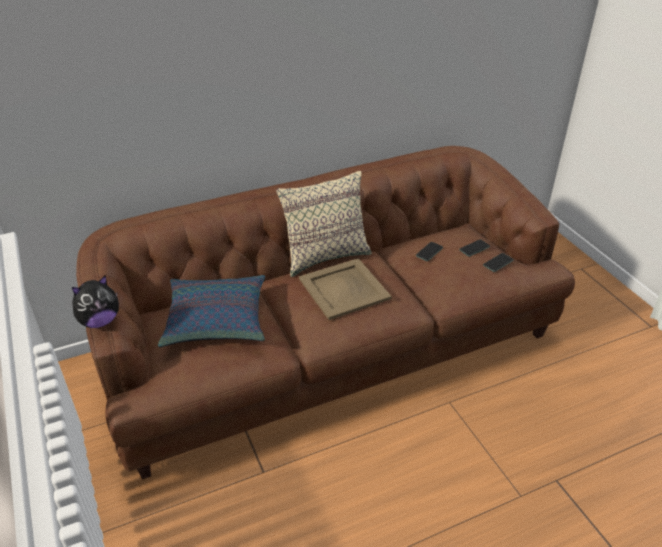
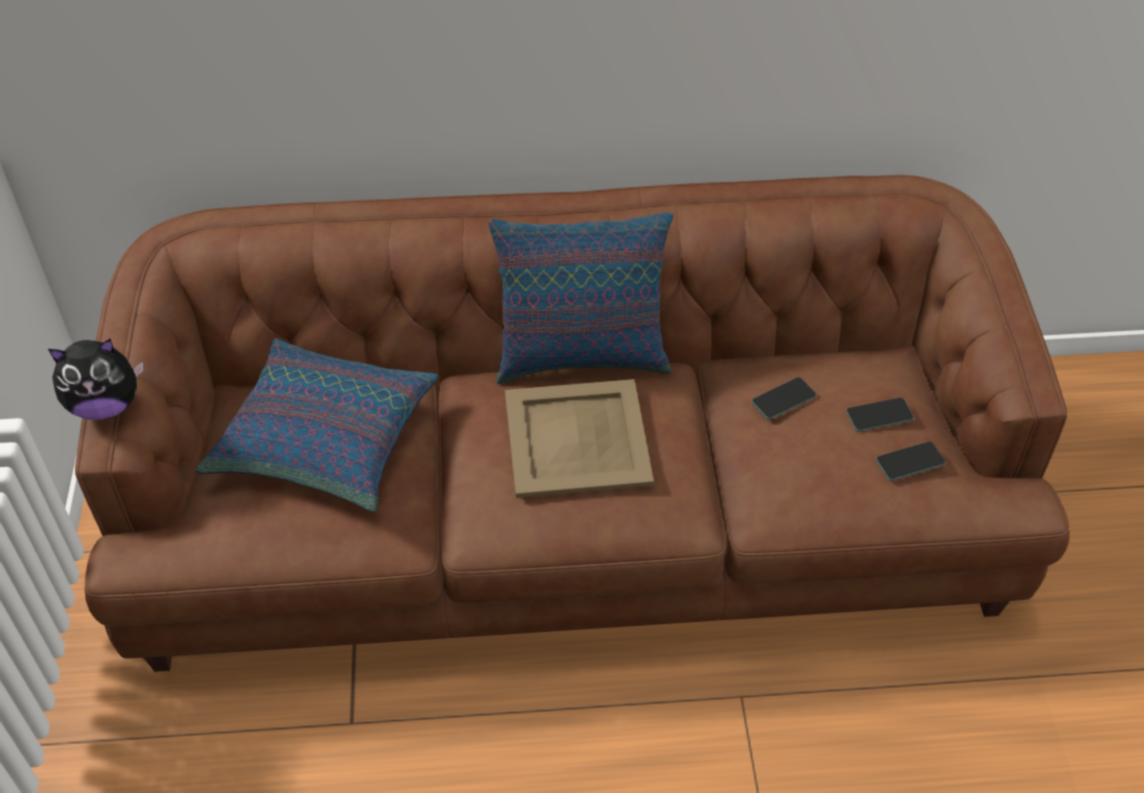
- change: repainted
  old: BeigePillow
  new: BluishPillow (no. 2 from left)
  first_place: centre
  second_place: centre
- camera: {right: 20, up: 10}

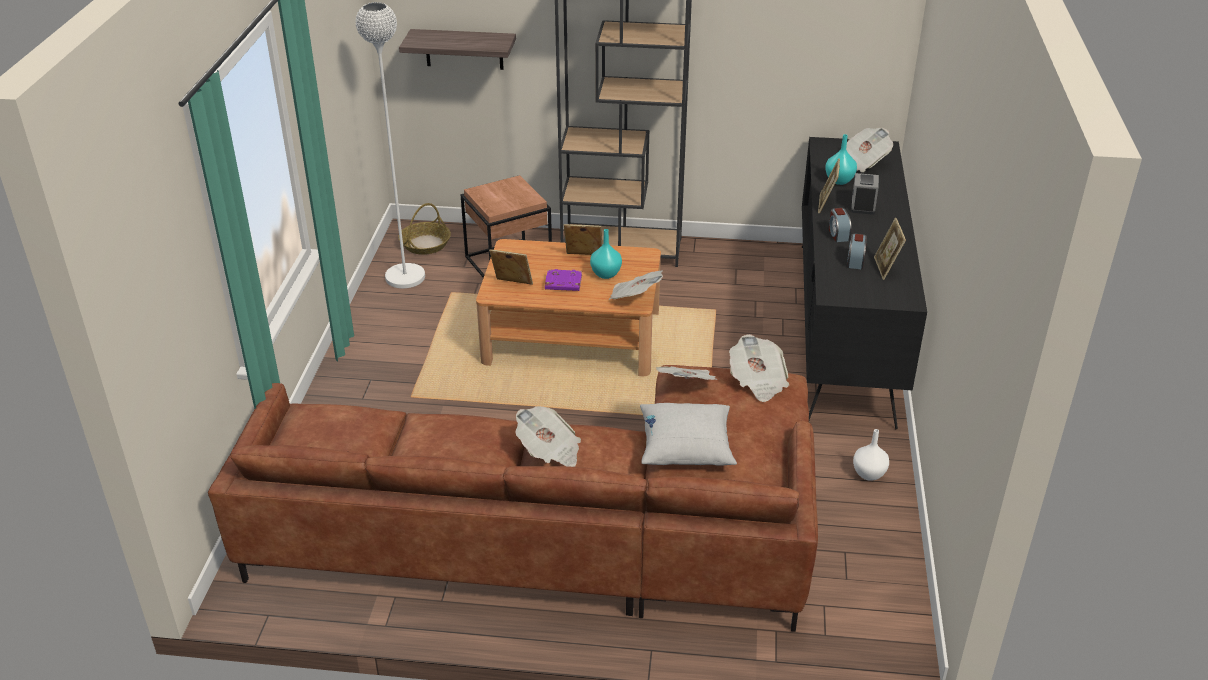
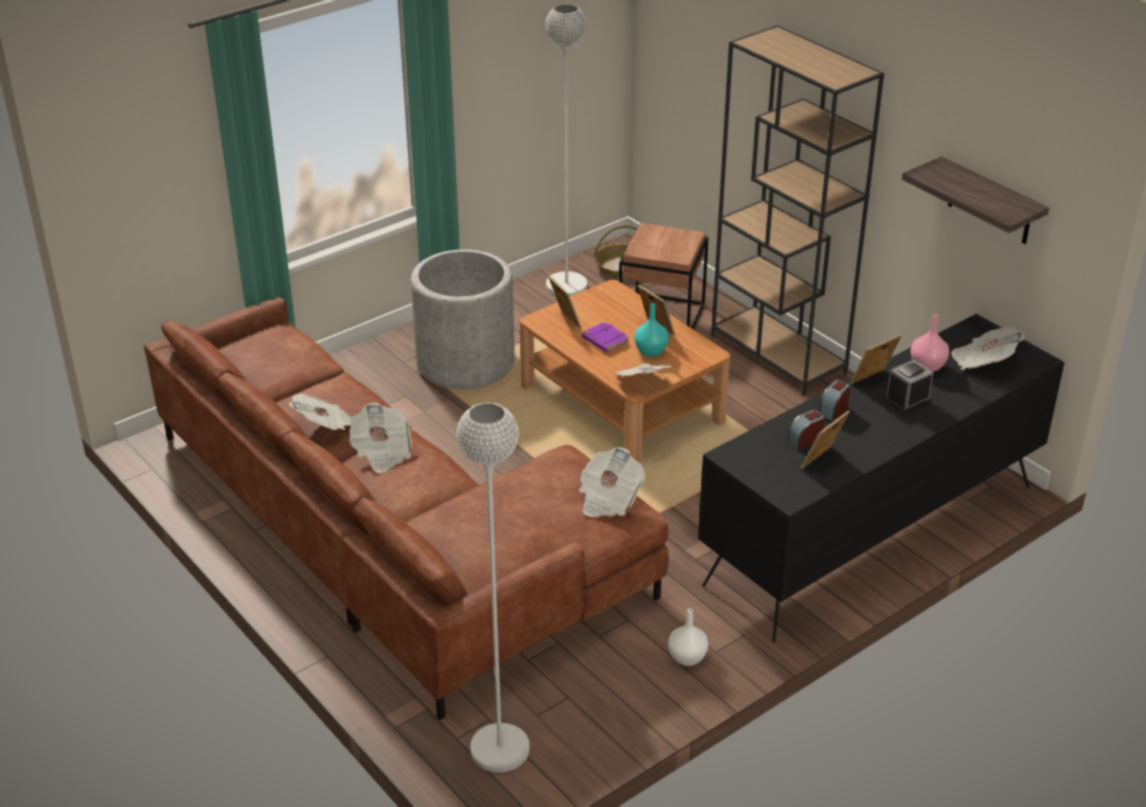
- change: shifted
  old: Shelf
  first_place: top centre
  second_place: top right
- change: repainted
  old: BlueGreenVase (no. 2 from left)
  new: PinkVase
  first_place: top right
  second_place: middle right
- change: shifted
  old: Newspaper (no. 3 from left in the first image)
  new: Newspaper (no. 1 from left)
  first_place: centre
  second_place: middle left
- change: gone
  old: GrayPillow
  first_place: centre
- change: new
  new: GrayPlanter
  second_place: centre
- change: new
  new: WhiteStandardLamp (no. 1 from left)
  second_place: bottom centre
- camera: {right: 45, up: 0}

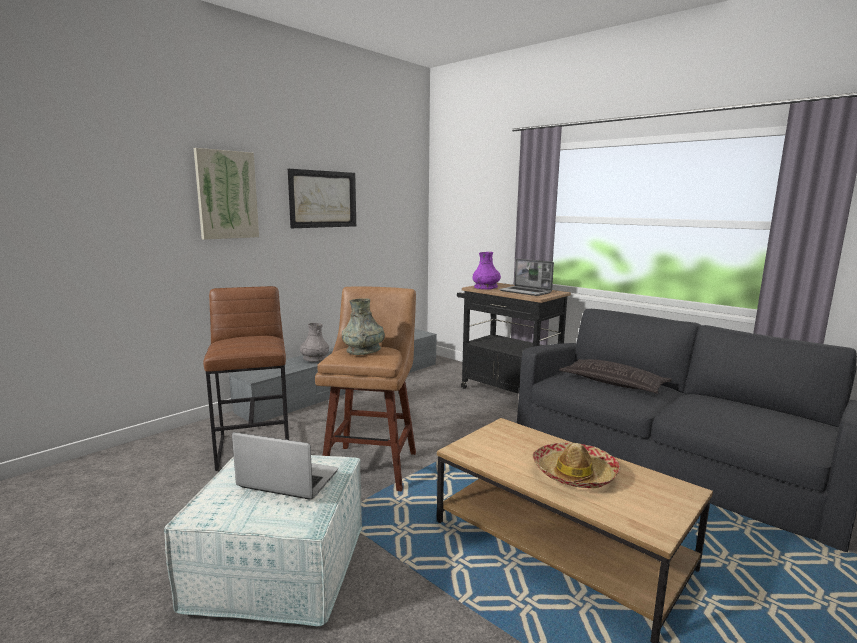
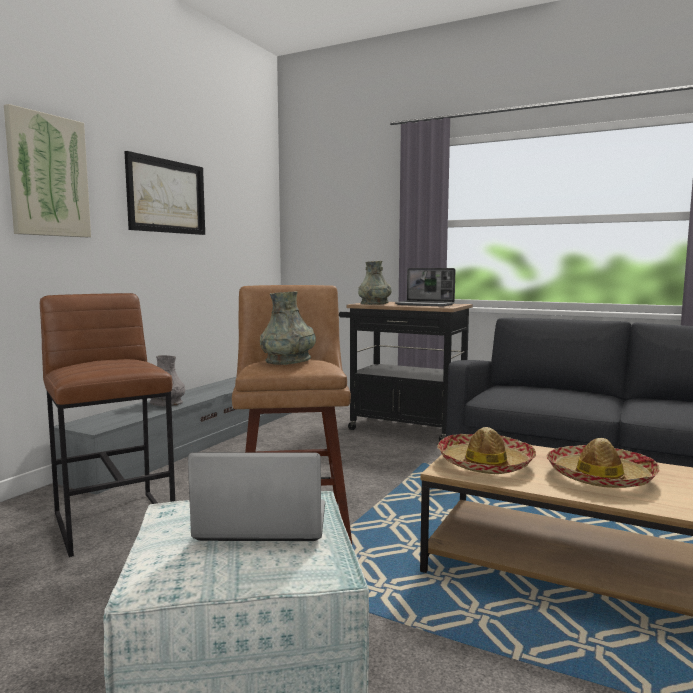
- change: repainted
  old: PurplishVase
  new: GrayVase (no. 3 from left)
  first_place: centre
  second_place: centre
- change: gone
  old: Pillow
  first_place: middle right
- change: new
  new: WearableHat (no. 1 from left)
  second_place: middle right
- camera: {right: -15, up: -5}

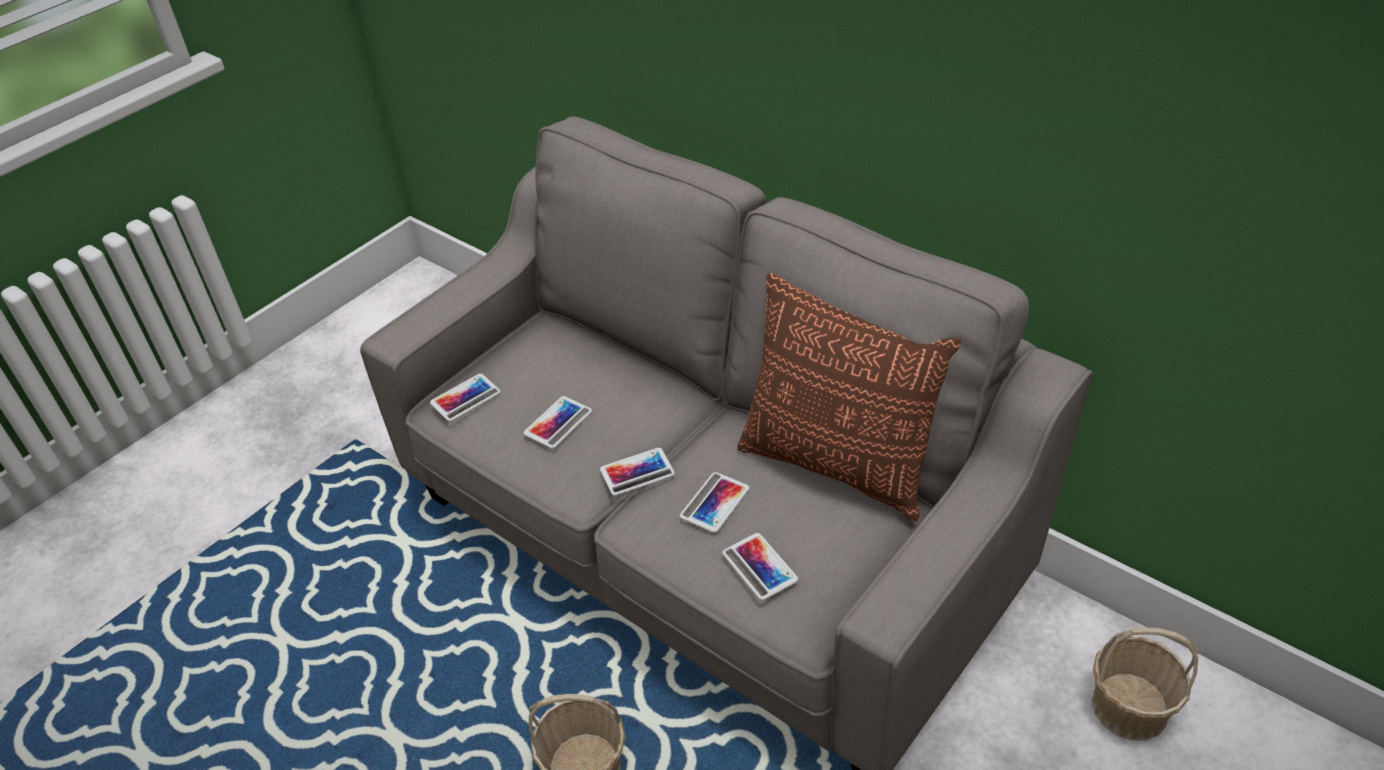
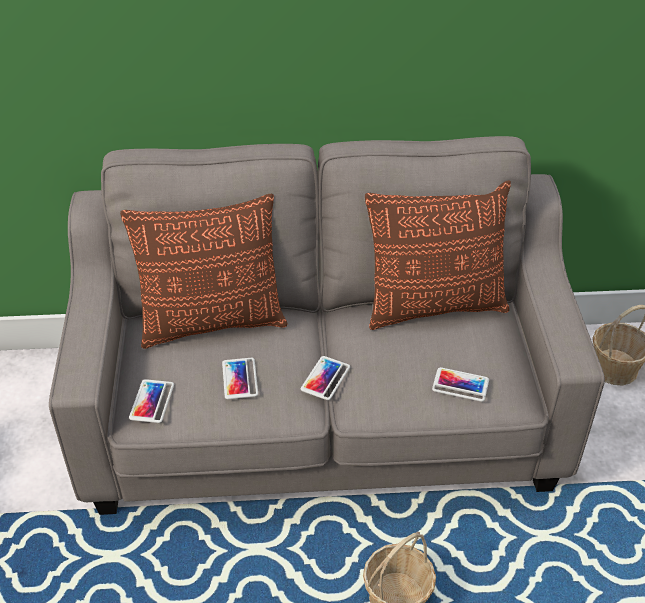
- change: gone
  old: Telephone (no. 4 from left)
  first_place: centre
- change: new
  new: BrownishPillow (no. 1 from left)
  second_place: middle left
- camera: {right: -45, up: 0}

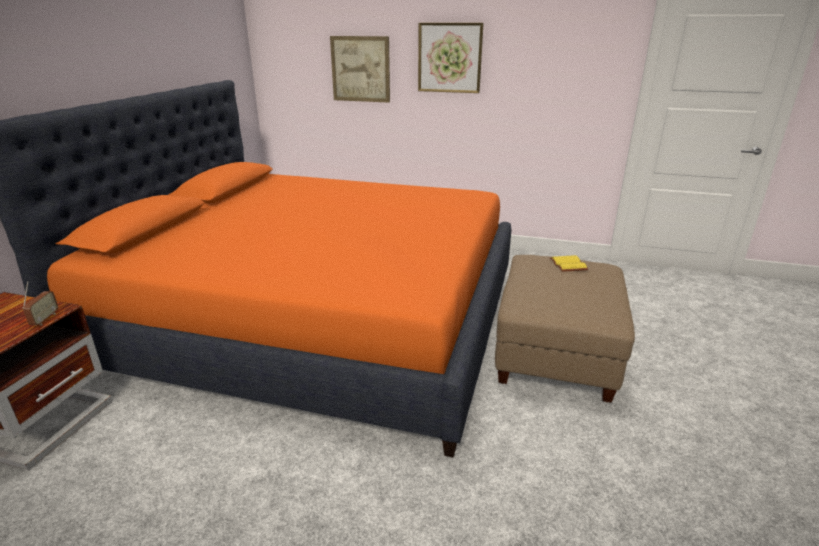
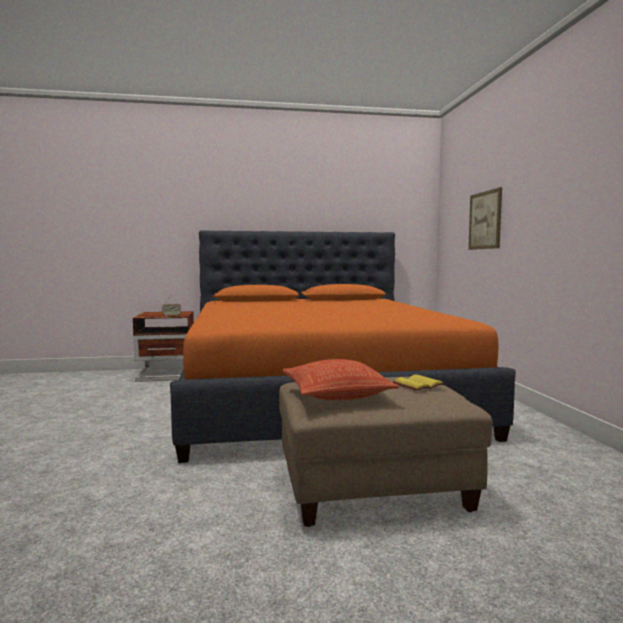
- change: gone
  old: WallPicture (no. 2 from left)
  first_place: top centre
- change: new
  new: OrangePillow
  second_place: centre
- camera: {right: 65, up: -20}

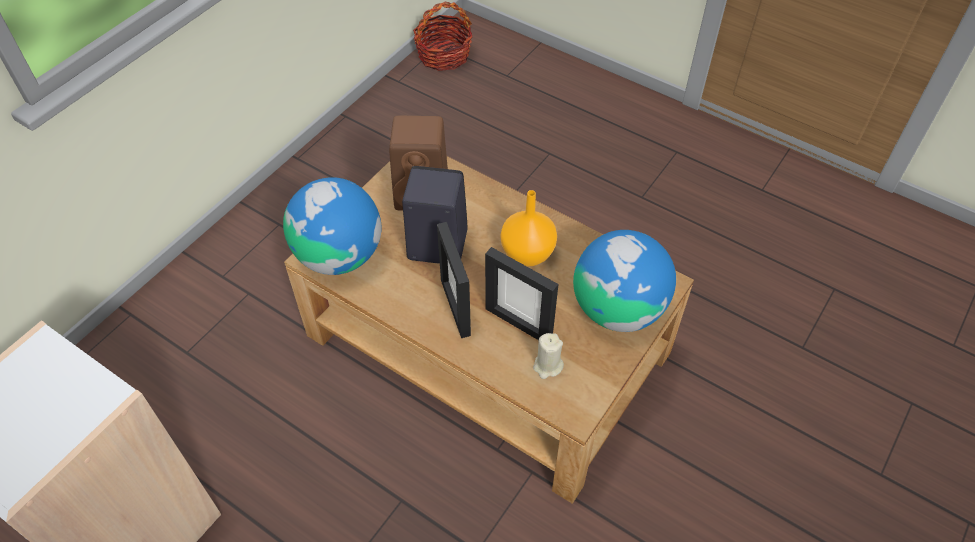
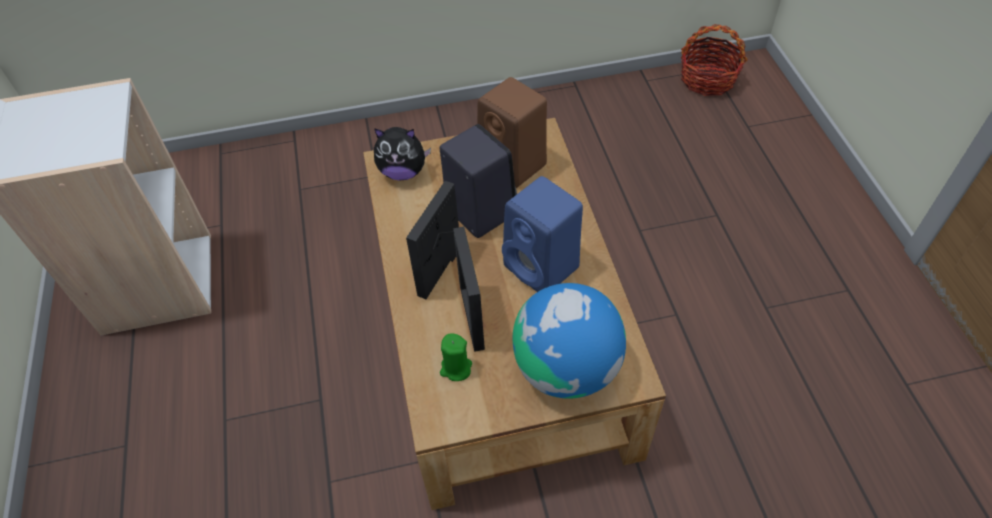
- change: swapped
  old: Globe (no. 1 from left)
  new: PlushToy
  first_place: centre
  second_place: top centre
- change: swapped
  old: OrangeVase
  new: BluishAudioSpeaker
  first_place: centre
  second_place: centre
- change: repainted
  old: BeigeCandle
  new: GreenishCandle
  first_place: centre
  second_place: bottom centre
- camera: {right: 45, up: 0}

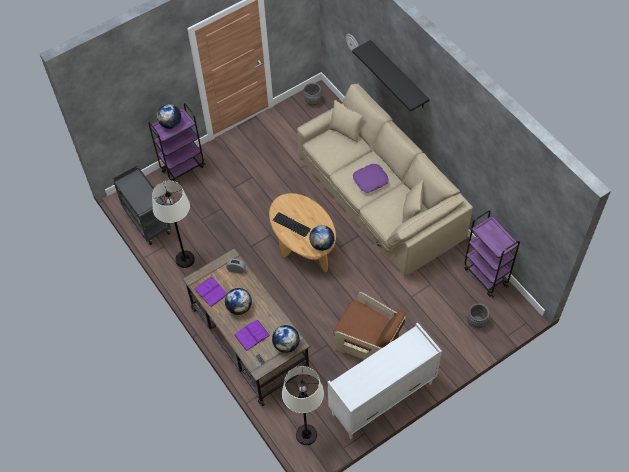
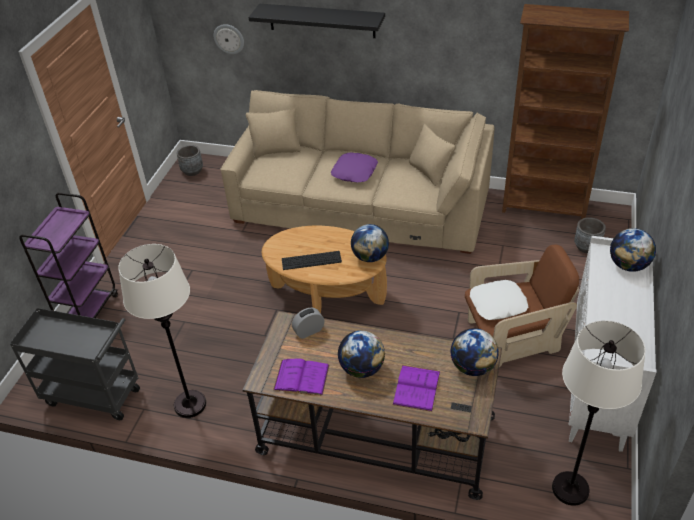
- change: shifted
  old: Globe (no. 1 from left in the first image)
  new: Globe (no. 4 from left)
  first_place: top left
  second_place: middle right
- change: swapped
  old: PurplishWheeledCart (no. 2 from left)
  new: BrownishShelvingUnit
  first_place: middle right
  second_place: top right
- change: new
  new: WhitePillow
  second_place: middle right
- camera: {right: -40, up: -15}

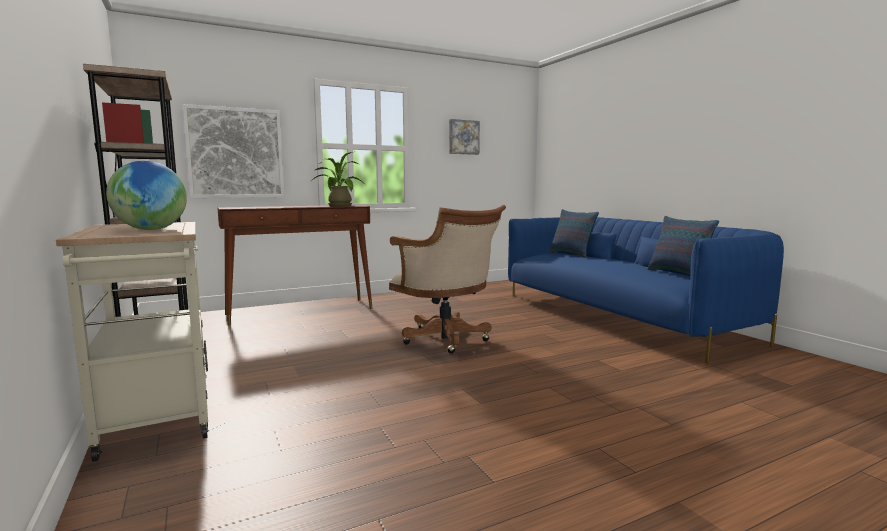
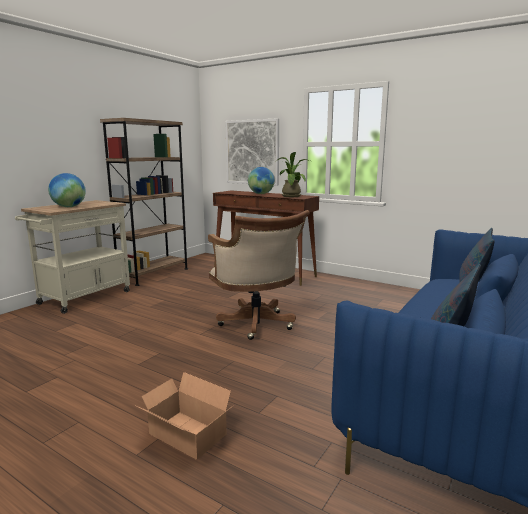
- change: gone
  old: WallPicture (no. 2 from left)
  first_place: top centre
- change: rotated
  old: OfficeChair
  first_place: centre
  second_place: centre
  degrees: -45
- change: new
  new: Globe (no. 2 from left)
  second_place: centre
- change: new
  new: PackingBox
  second_place: bottom centre
- camera: {right: 60, up: 5}

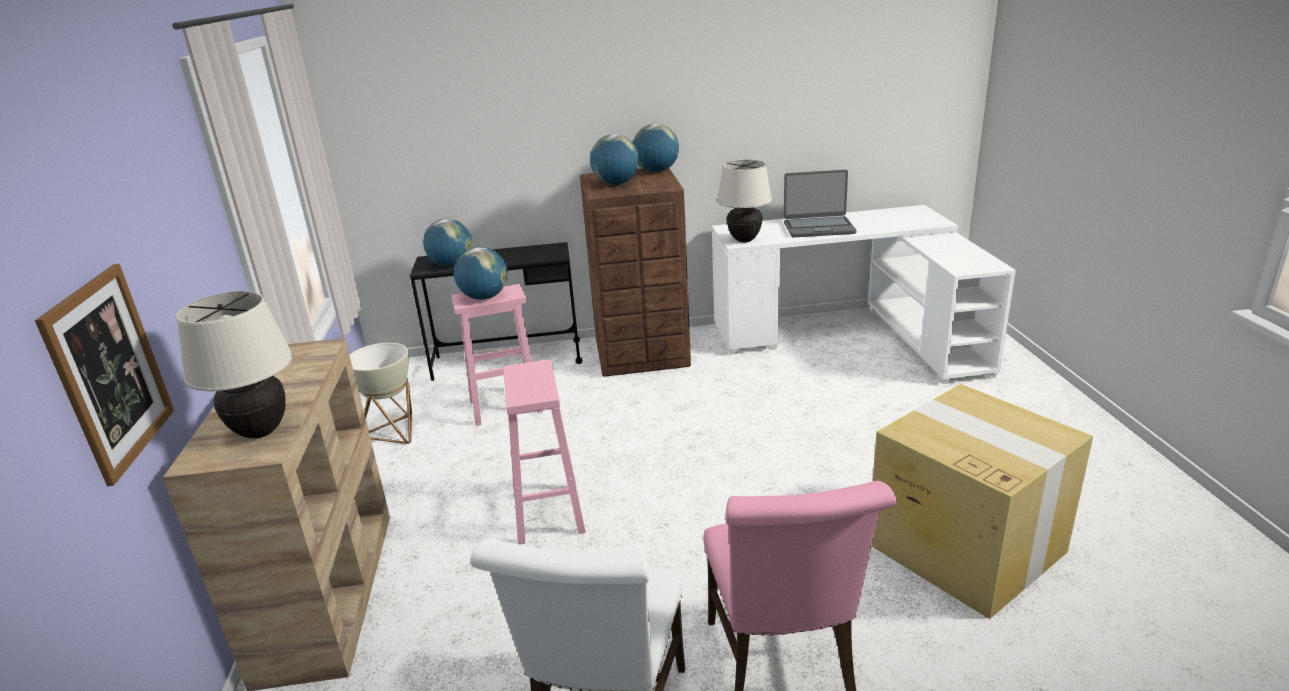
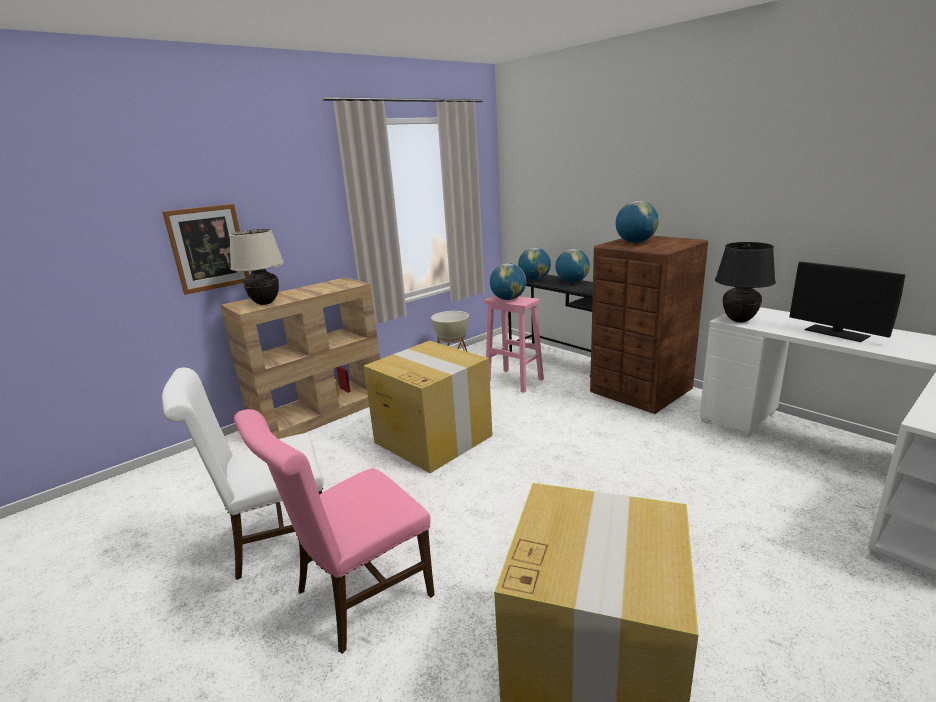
- change: shifted
  old: Globe (no. 4 from left in the first image)
  new: Globe (no. 3 from left)
  first_place: top centre
  second_place: centre
- change: repainted
  old: BeigeLampForATable (no. 2 from left)
  new: BlackLampForATable
  first_place: top centre
  second_place: middle right
- change: swapped
  old: NotebookComputer
  new: Monitor
  first_place: top centre
  second_place: middle right
- change: swapped
  old: PinkStoolSeat (no. 2 from left)
  new: PackingBox (no. 1 from left)
  first_place: centre
  second_place: centre
- camera: {right: 55, up: -5}

